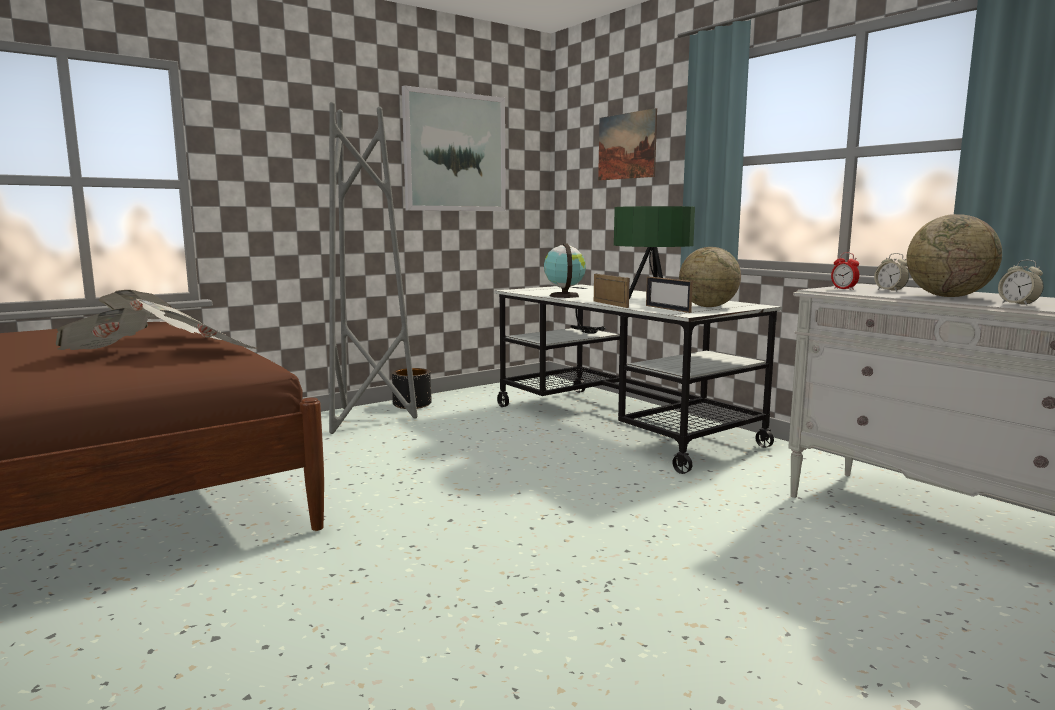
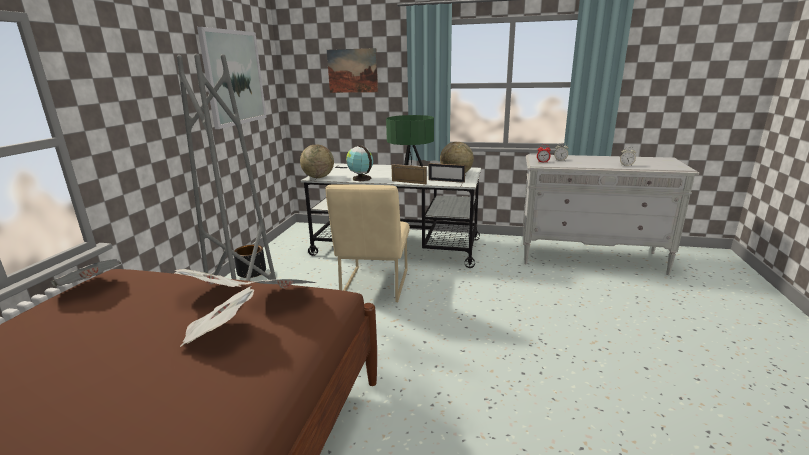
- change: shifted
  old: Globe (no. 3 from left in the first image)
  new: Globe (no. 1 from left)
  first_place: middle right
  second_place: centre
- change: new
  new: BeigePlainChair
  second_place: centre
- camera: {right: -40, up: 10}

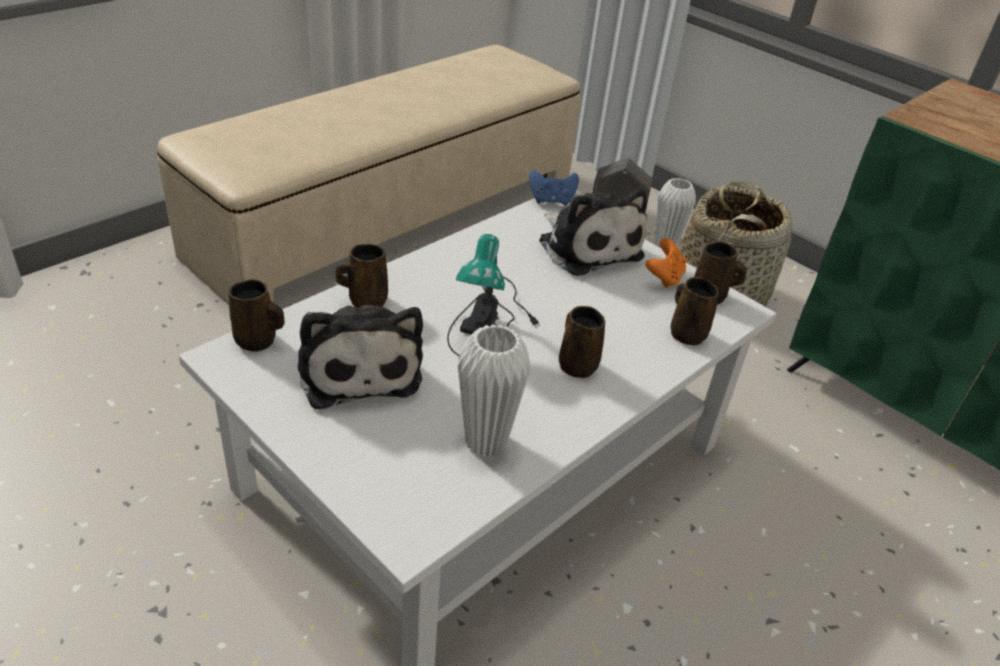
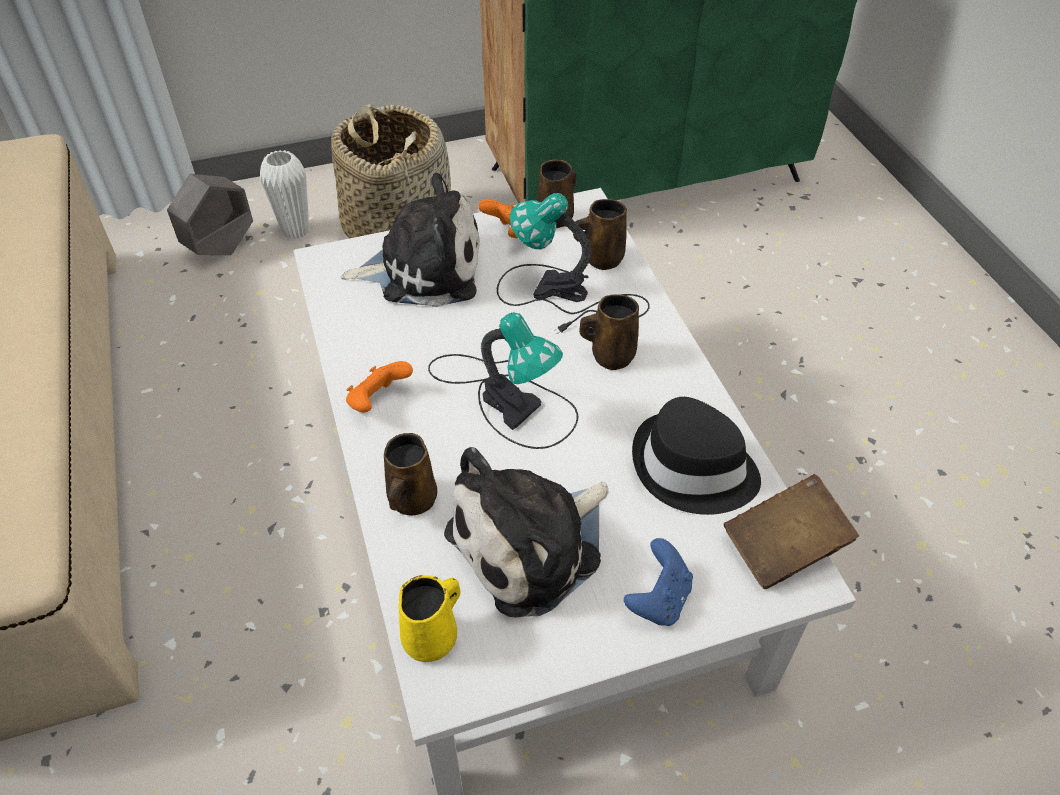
- change: shifted
  old: BluishGameController
  first_place: top centre
  second_place: bottom centre
- change: repainted
  old: BrownishMug (no. 1 from left)
  new: YellowColouredMug
  first_place: middle left
  second_place: bottom centre
- change: rotated
  old: PlushToy (no. 1 from left in the first image)
  first_place: centre
  second_place: bottom centre
  degrees: 135
- change: swapped
  old: WhiteVase (no. 1 from left)
  new: BlackWearableHat
  first_place: centre
  second_place: centre
- change: new
  new: LampForATable (no. 2 from left)
  second_place: top centre
- change: new
  new: OrangeGameController (no. 1 from left)
  second_place: centre
- change: new
  new: BrownishBoundBook
  second_place: bottom right
- camera: {right: -60, up: 10}

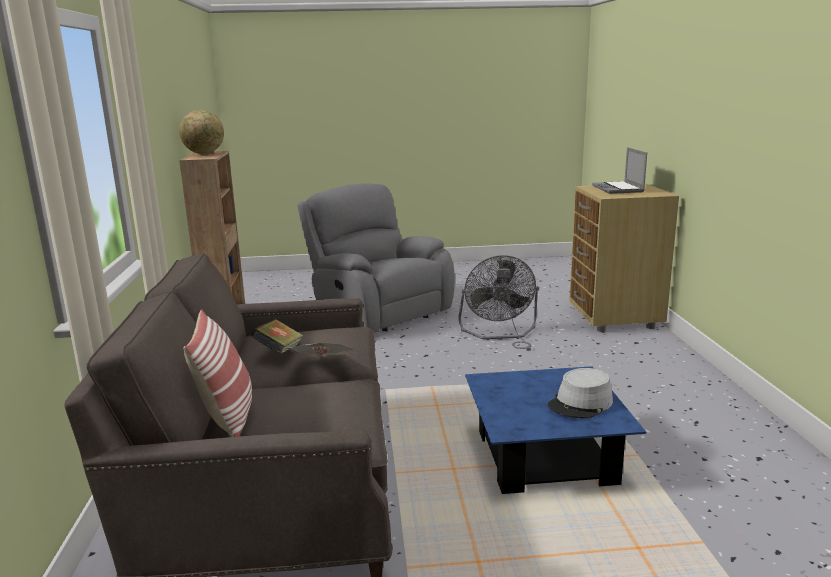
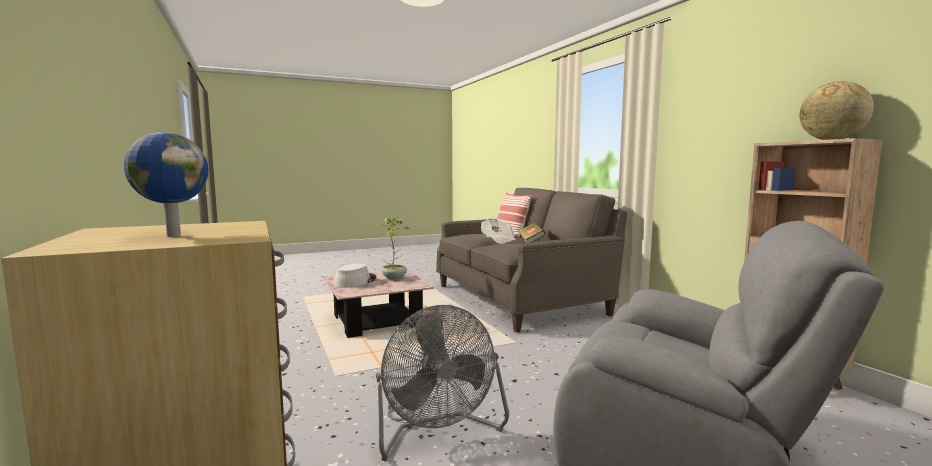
- change: swapped
  old: NotebookComputer
  new: Globe (no. 1 from left)
  first_place: top right
  second_place: middle left
- change: repainted
  old: BluishCoffeeTable
  new: PinkCoffeeTable
  first_place: bottom right
  second_place: centre
- change: new
  new: PottedPlant
  second_place: centre
- camera: {right: 160, up: -10}

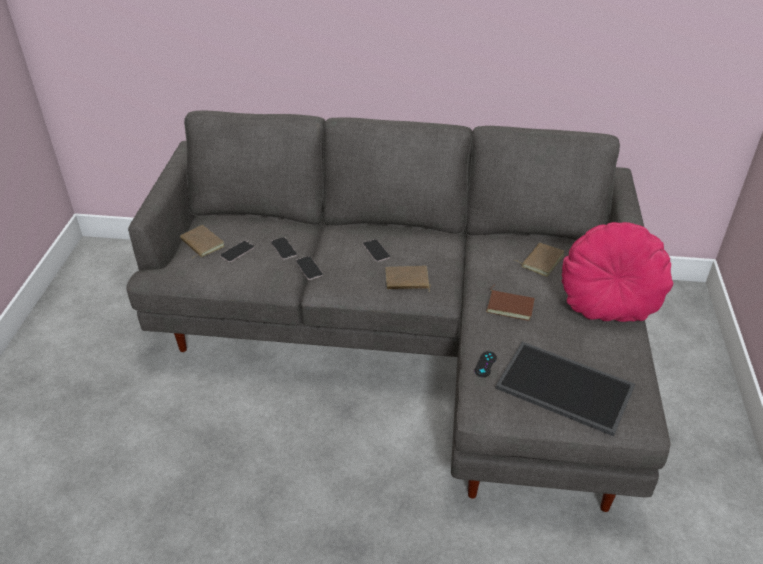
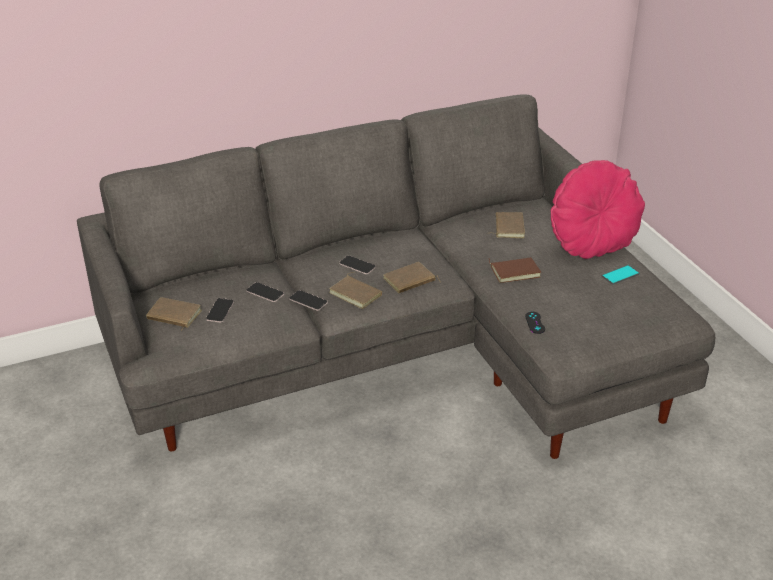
- change: gone
  old: Tray
  first_place: bottom right
- change: new
  new: Telephone (no. 5 from left)
  second_place: middle right
- change: new
  new: BrownishBoundBook (no. 2 from left)
  second_place: centre
- camera: {right: -30, up: -5}

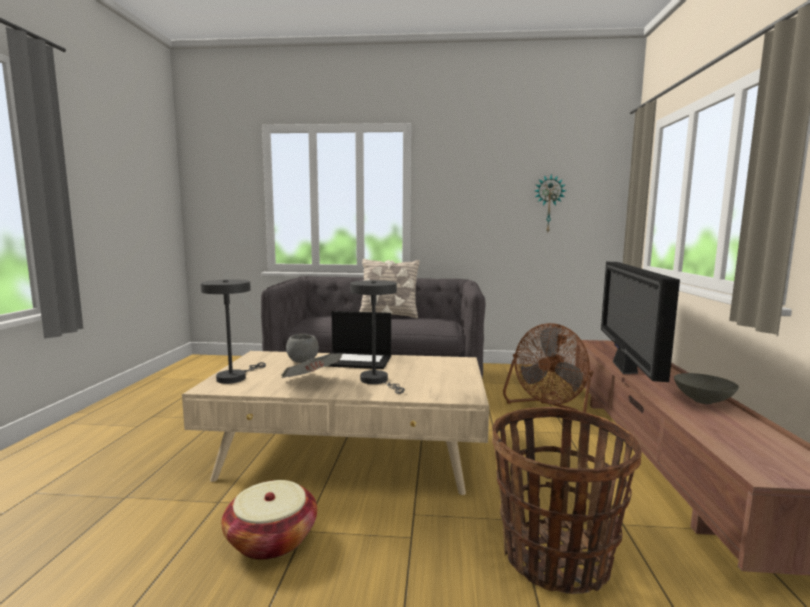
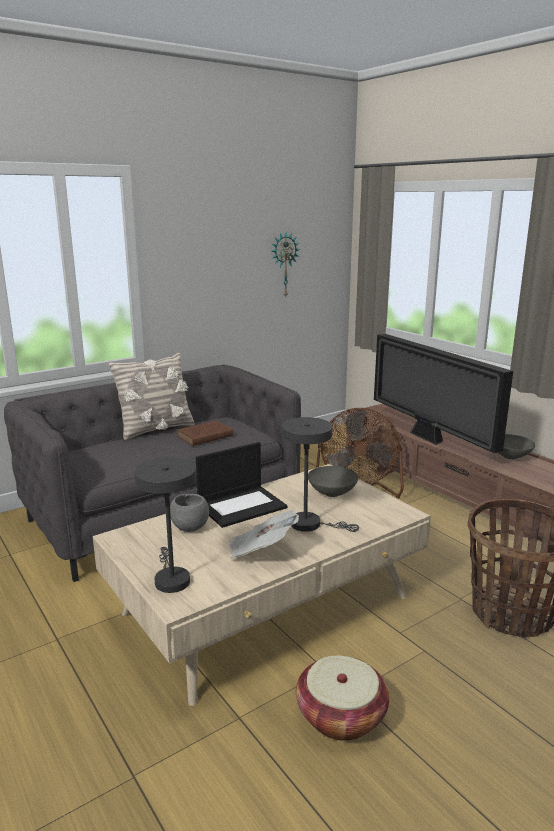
- change: new
  new: BrownishBoundBook
  second_place: centre
- change: new
  new: GrayDeepDish (no. 2 from left)
  second_place: centre
- camera: {right: -40, up: 10}

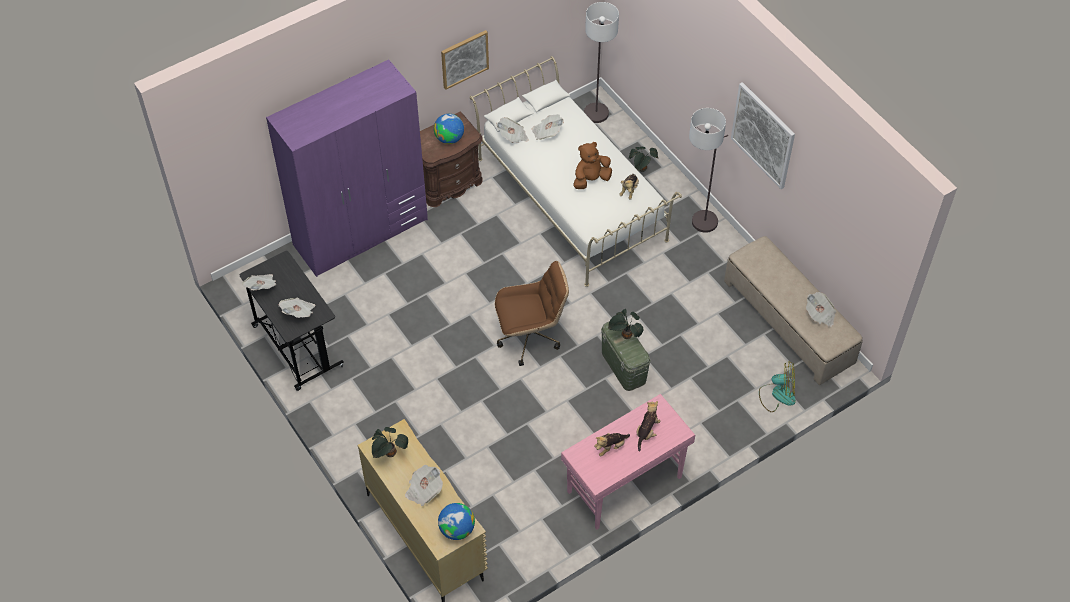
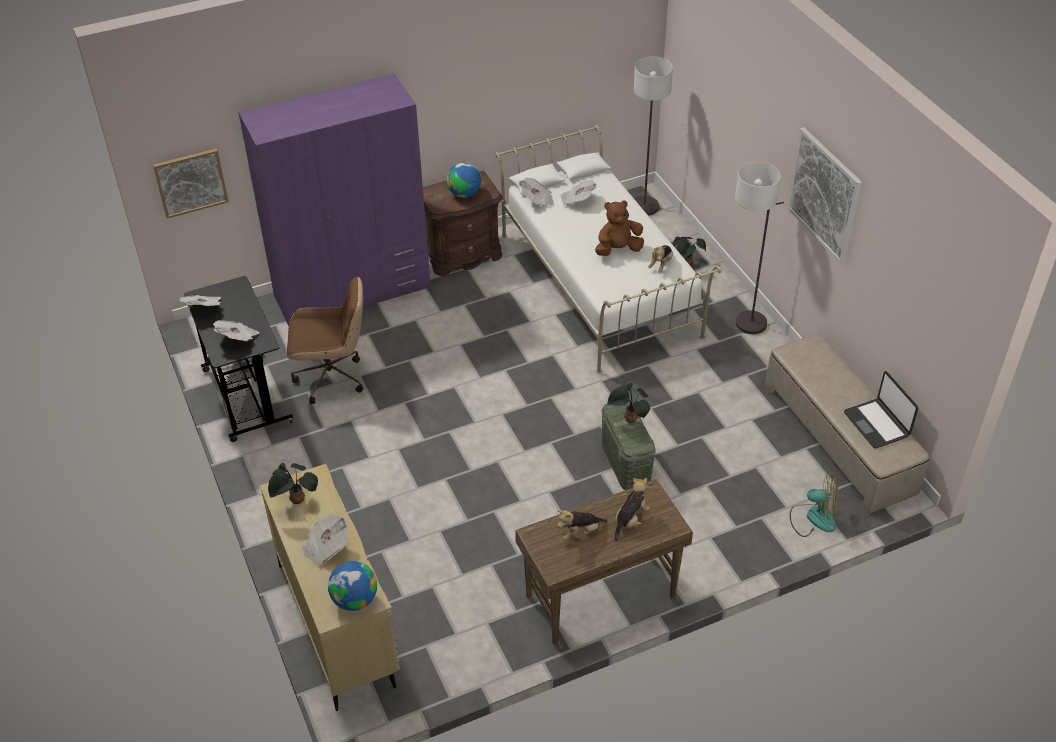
- change: shifted
  old: WallPicture (no. 1 from left)
  first_place: top centre
  second_place: top left
- change: shifted
  old: BrownishOfficeChair
  first_place: centre
  second_place: middle left
- change: swapped
  old: Newspaper (no. 6 from left)
  new: NotebookComputer
  first_place: middle right
  second_place: middle right
- change: repainted
  old: PinkNarrowTable
  new: BrownishNarrowTable
  first_place: bottom centre
  second_place: bottom centre
- camera: {right: 10, up: -10}

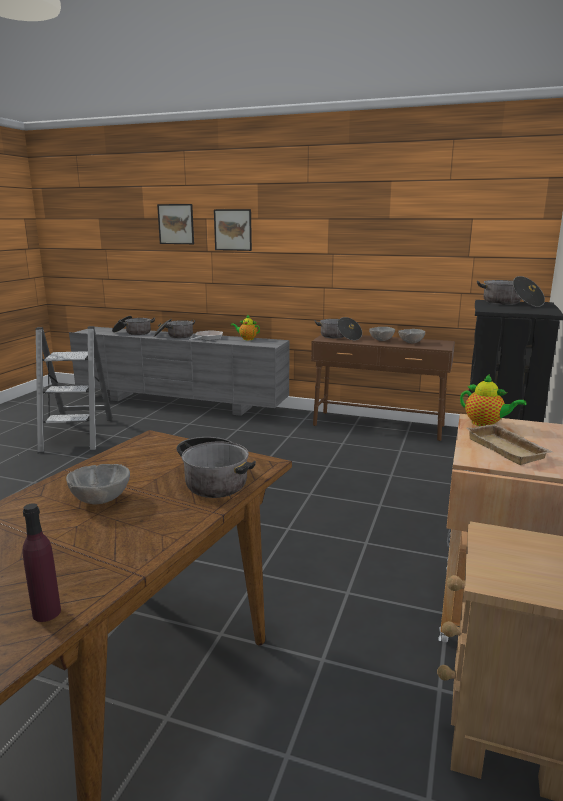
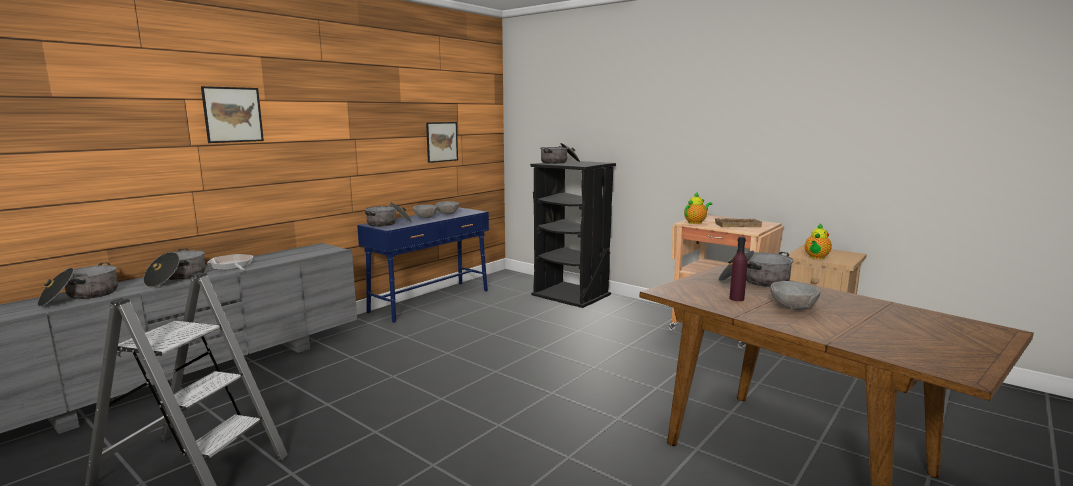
- change: shifted
  old: WallPicture (no. 1 from left in the first image)
  new: WallPicture (no. 2 from left)
  first_place: top left
  second_place: top centre
- change: shifted
  old: TeaPot (no. 1 from left in the first image)
  new: TeaPot (no. 2 from left)
  first_place: centre
  second_place: middle right
- change: repainted
  old: BrownishNarrowTable
  new: BluishNarrowTable
  first_place: middle right
  second_place: centre
- change: shifted
  old: PurplishDrinkBottle
  first_place: bottom left
  second_place: middle right
- camera: {right: -70, up: -5}

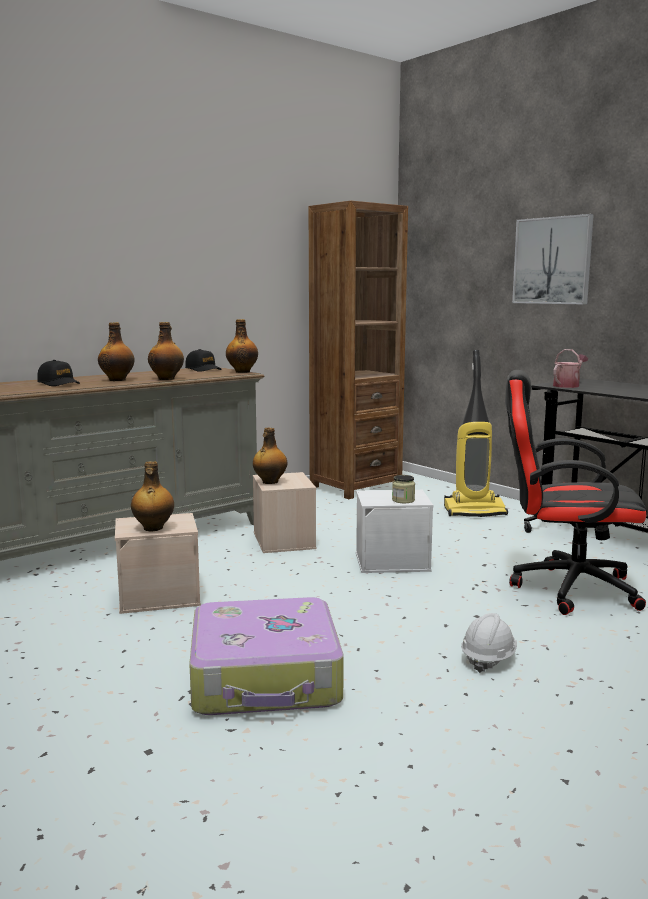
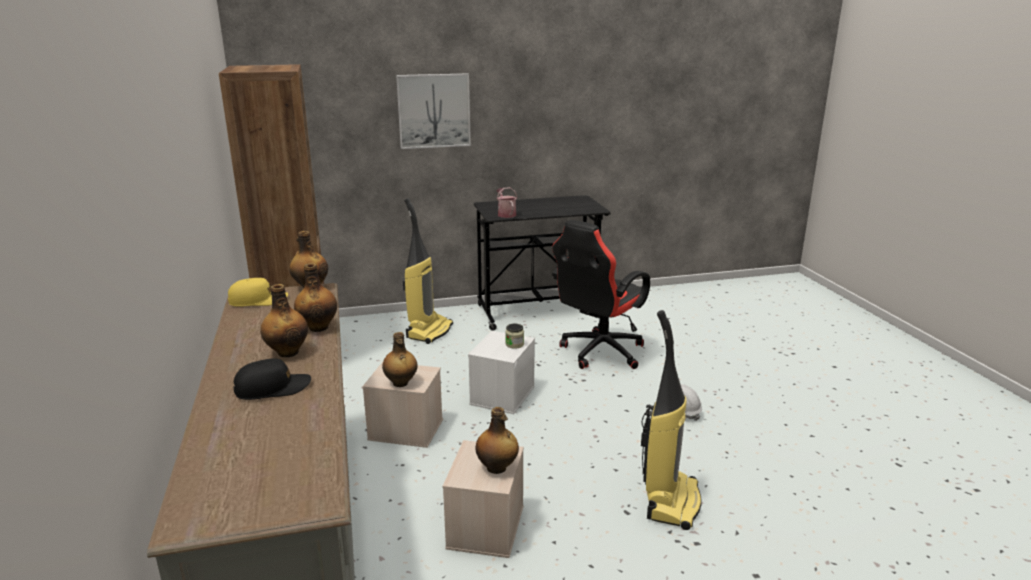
- change: repainted
  old: BlackCap (no. 2 from left)
  new: YellowColouredCap
  first_place: middle left
  second_place: middle left
- change: swapped
  old: PieceOfLuggage
  new: Vacuum (no. 2 from left)
  first_place: bottom centre
  second_place: bottom centre
- camera: {right: -65, up: 10}

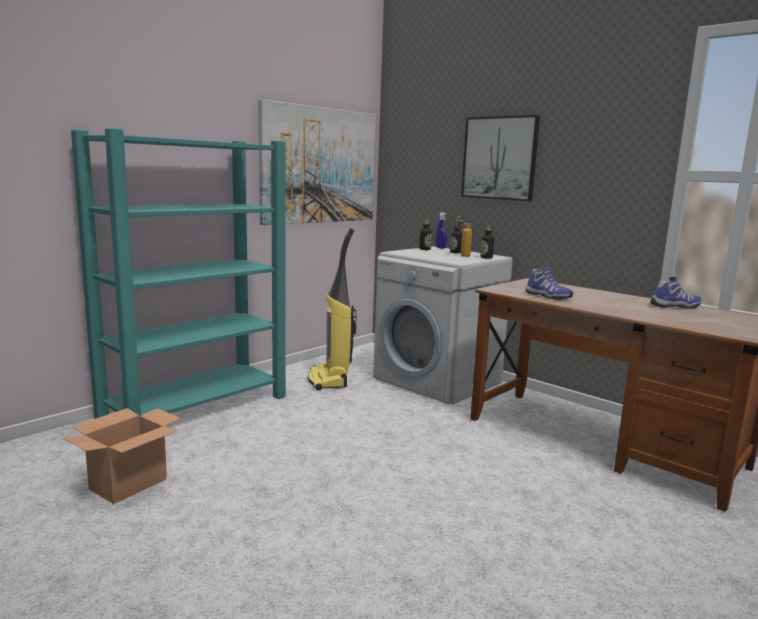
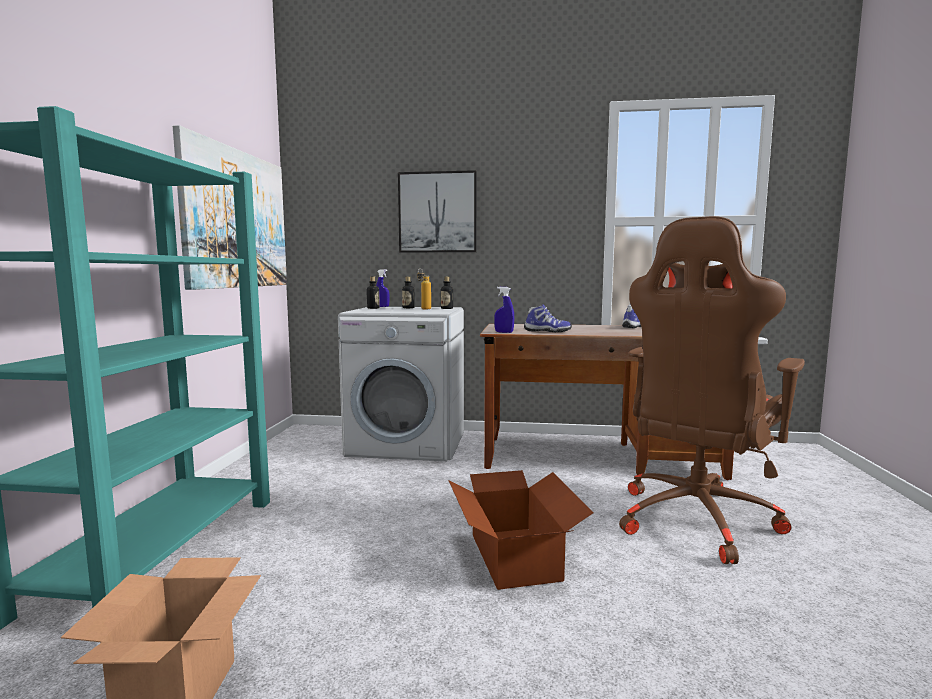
- change: gone
  old: Vacuum
  first_place: centre
- change: new
  new: BrownishOfficeChair
  second_place: middle right
- change: new
  new: BluishSprayer (no. 2 from left)
  second_place: centre
- change: new
  new: PackingBox (no. 2 from left)
  second_place: bottom centre
- camera: {right: -35, up: -5}

